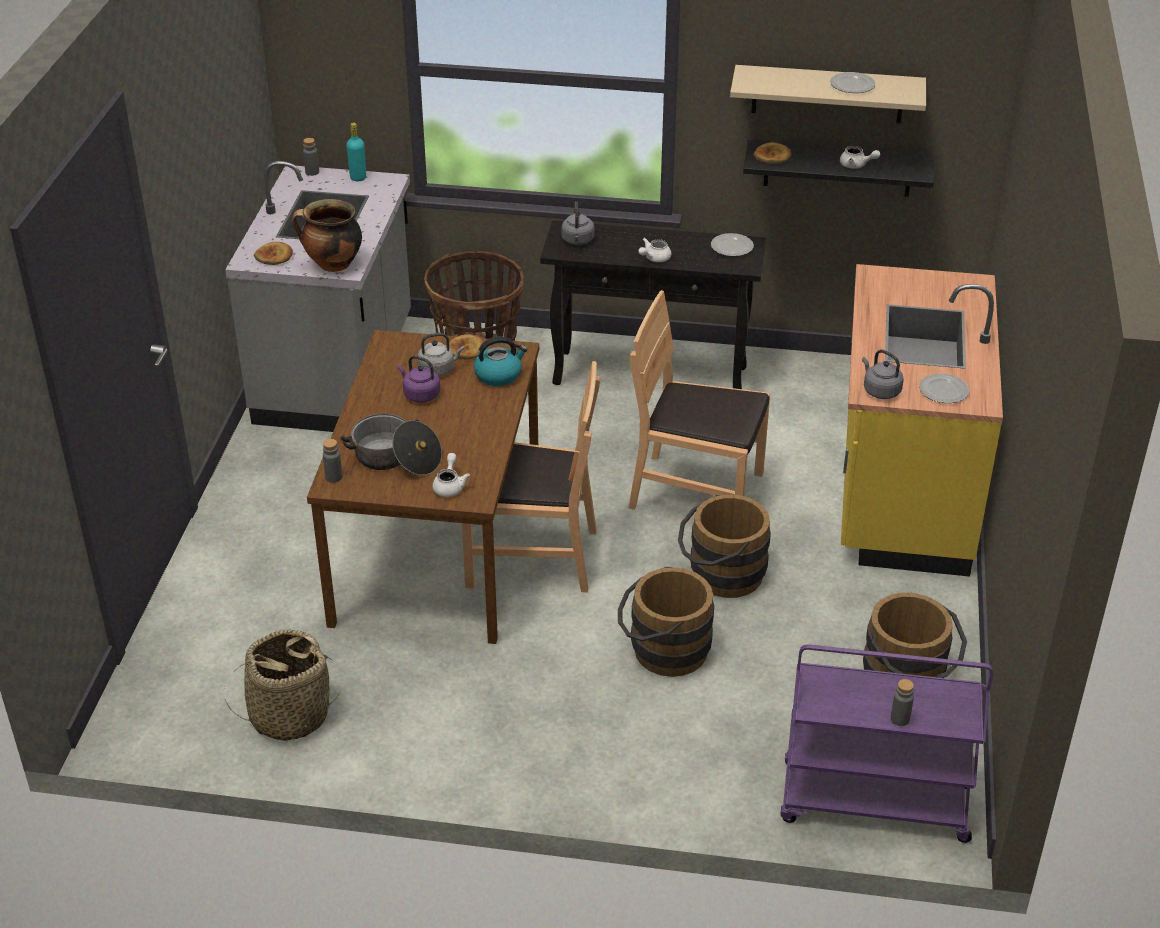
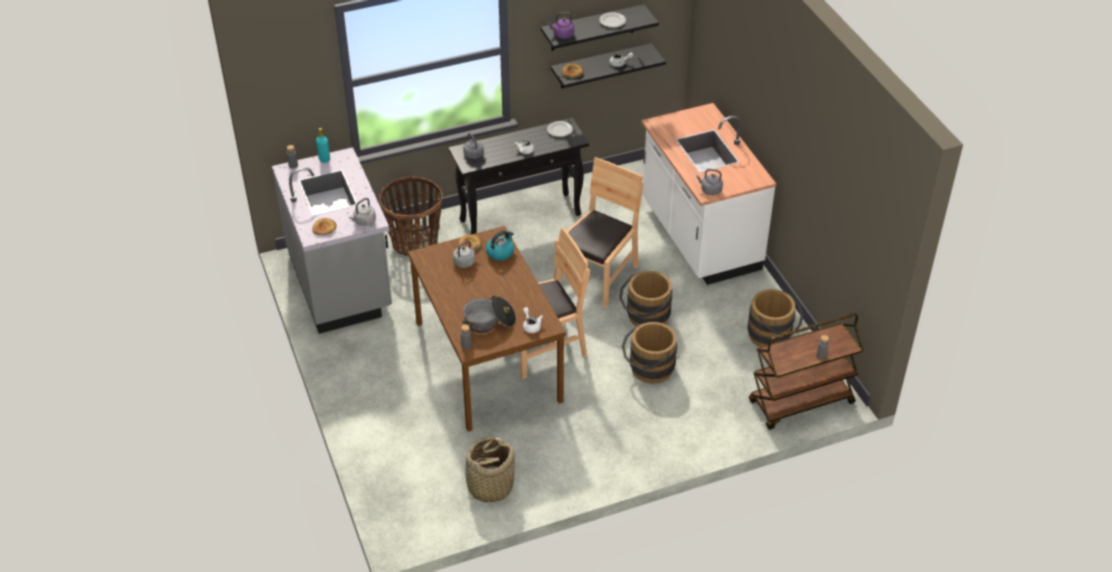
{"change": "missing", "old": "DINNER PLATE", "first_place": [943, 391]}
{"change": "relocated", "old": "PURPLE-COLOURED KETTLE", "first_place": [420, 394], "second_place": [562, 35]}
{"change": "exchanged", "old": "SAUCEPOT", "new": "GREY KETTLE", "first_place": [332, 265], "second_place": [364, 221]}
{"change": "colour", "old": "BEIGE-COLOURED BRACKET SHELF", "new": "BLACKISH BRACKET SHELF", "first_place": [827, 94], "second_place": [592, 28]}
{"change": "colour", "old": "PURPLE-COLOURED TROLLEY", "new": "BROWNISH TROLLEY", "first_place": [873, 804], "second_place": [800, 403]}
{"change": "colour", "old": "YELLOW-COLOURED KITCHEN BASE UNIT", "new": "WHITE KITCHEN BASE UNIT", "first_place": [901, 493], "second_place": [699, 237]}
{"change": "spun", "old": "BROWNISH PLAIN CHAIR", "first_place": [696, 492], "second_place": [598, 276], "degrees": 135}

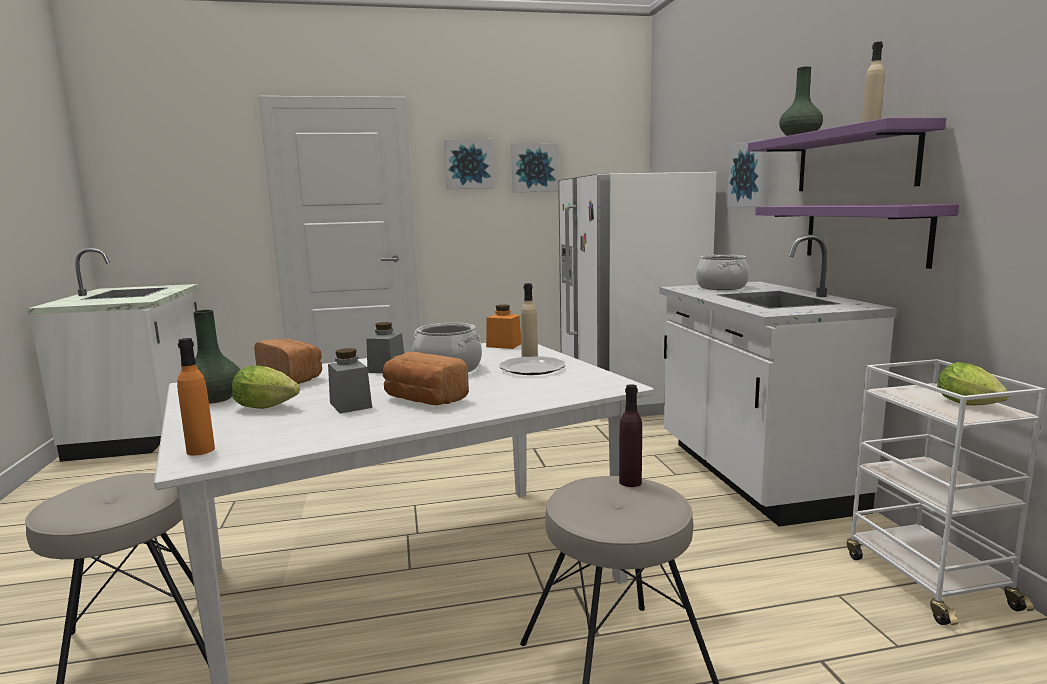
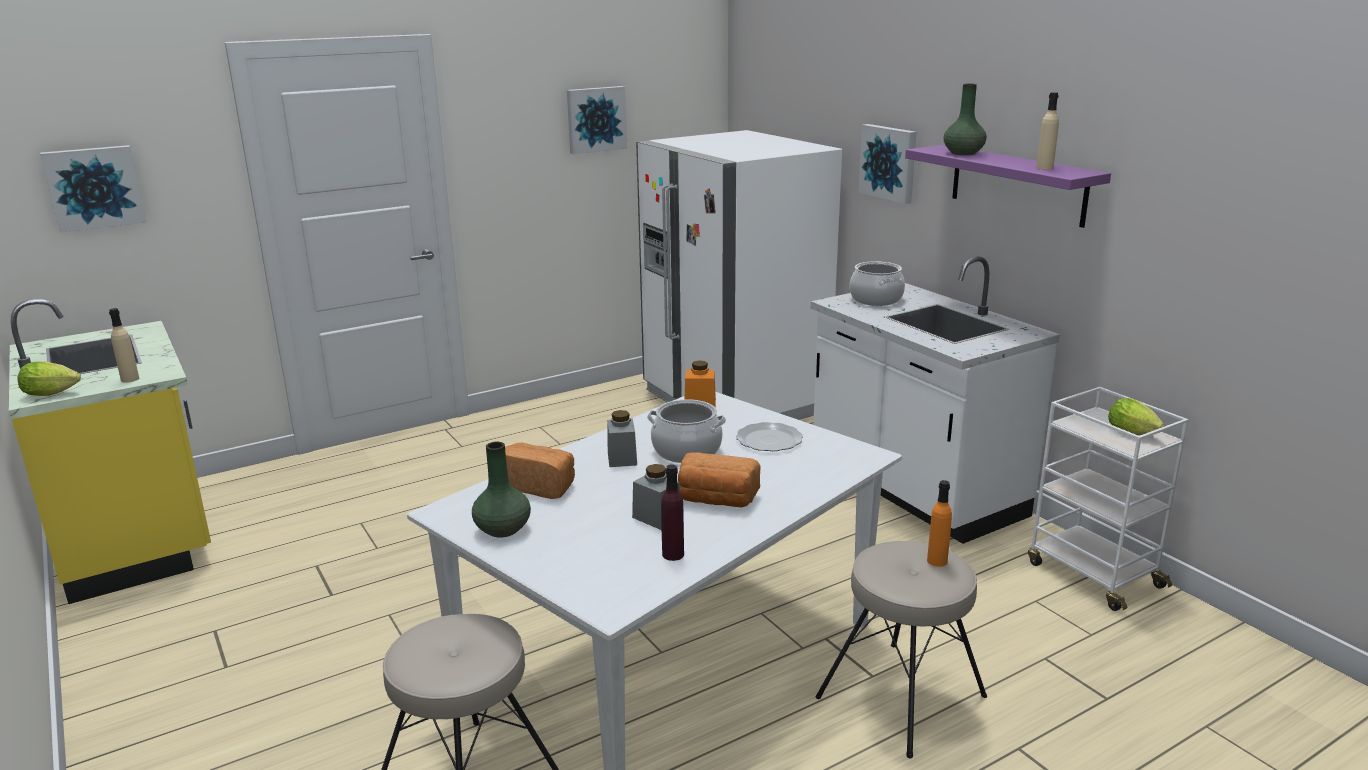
{"change": "missing", "old": "PURPLE-COLOURED BRACKET SHELF", "first_place": [864, 233]}
{"change": "relocated", "old": "ORANGE-COLOURED BEVERAGE BOTTLE", "first_place": [200, 450], "second_place": [937, 561]}
{"change": "relocated", "old": "HEAD OF LETTUCE", "first_place": [269, 407], "second_place": [54, 394]}
{"change": "relocated", "old": "WALL PICTURE", "first_place": [469, 164], "second_place": [94, 187]}
{"change": "relocated", "old": "BEIGE-COLOURED BEVERAGE BOTTLE", "first_place": [529, 356], "second_place": [130, 379]}
{"change": "relocated", "old": "PURPLE-COLOURED BEVERAGE BOTTLE", "first_place": [630, 482], "second_place": [673, 554]}
{"change": "colour", "old": "WHITE KITCHEN BASE UNIT", "new": "YELLOW-COLOURED KITCHEN BASE UNIT", "first_place": [145, 431], "second_place": [138, 538]}

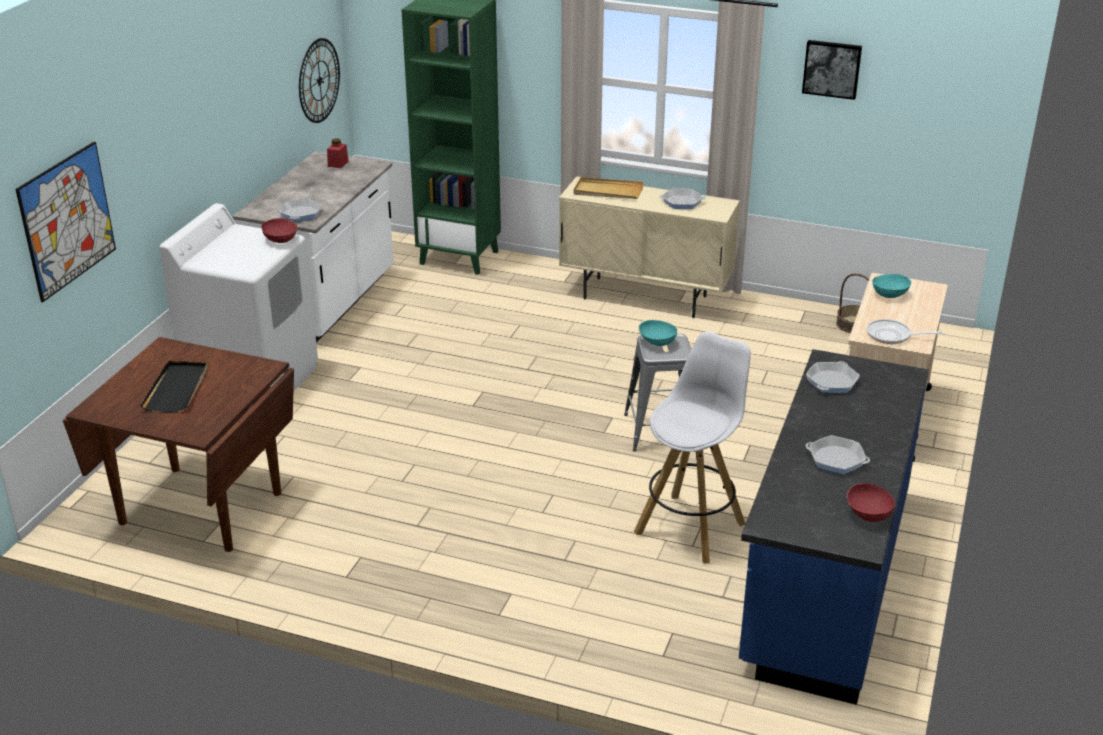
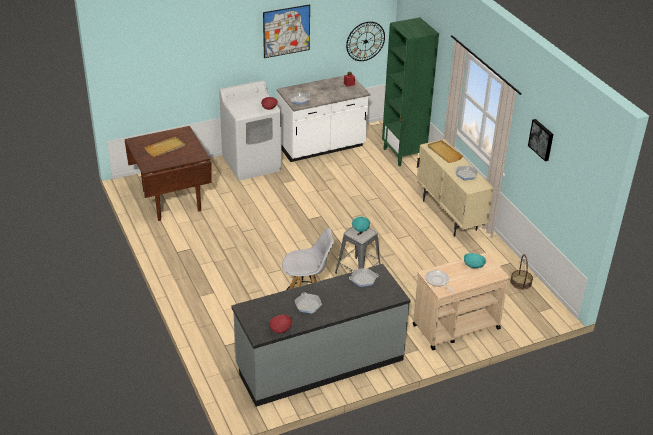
{"change": "relocated", "old": "WALL PICTURE", "first_place": [67, 220], "second_place": [286, 31]}
{"change": "colour", "old": "BLACKISH CARRYING TRAY", "new": "BEIGE-COLOURED CARRYING TRAY", "first_place": [177, 389], "second_place": [165, 148]}
{"change": "colour", "old": "BLUISH KITCHEN BASE UNIT", "new": "GREY KITCHEN BASE UNIT", "first_place": [824, 579], "second_place": [319, 363]}

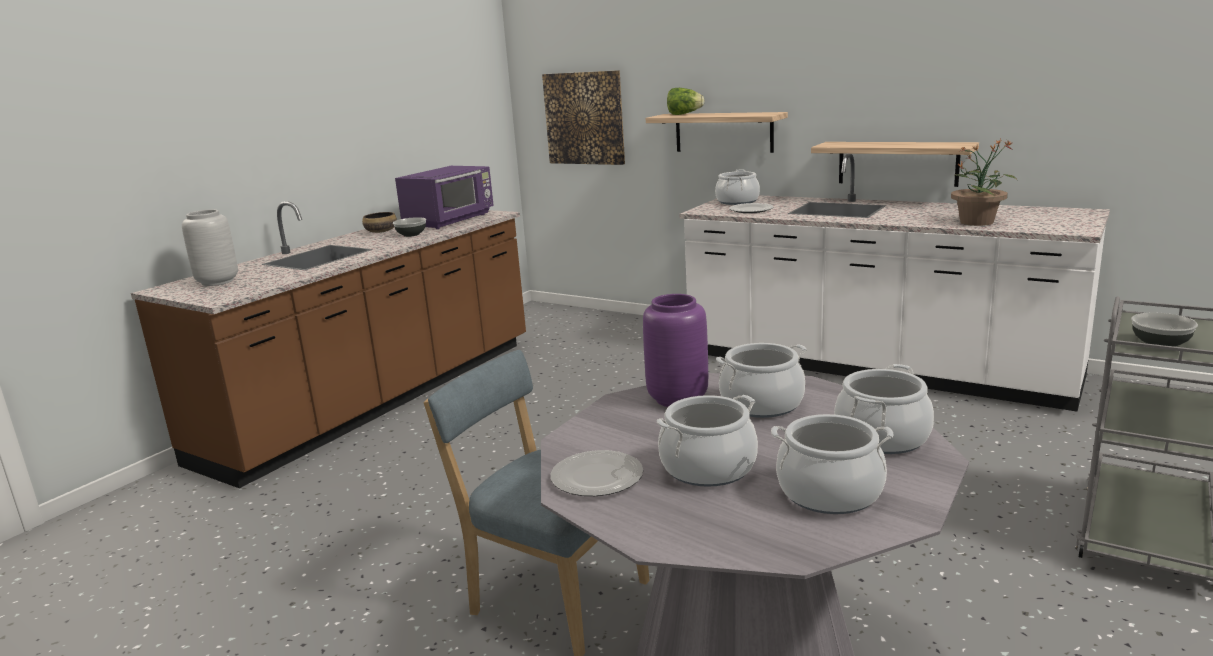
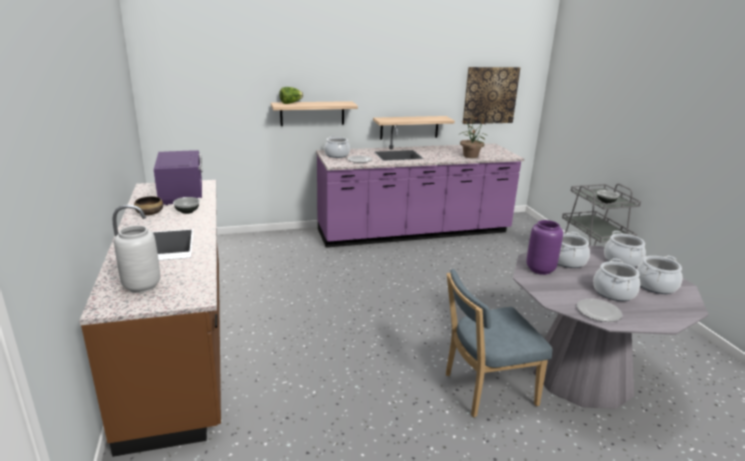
{"change": "relocated", "old": "WALL PICTURE", "first_place": [584, 118], "second_place": [490, 95]}
{"change": "colour", "old": "WHITE KITCHEN BASE UNIT", "new": "PURPLE-COLOURED KITCHEN BASE UNIT", "first_place": [874, 367], "second_place": [414, 232]}

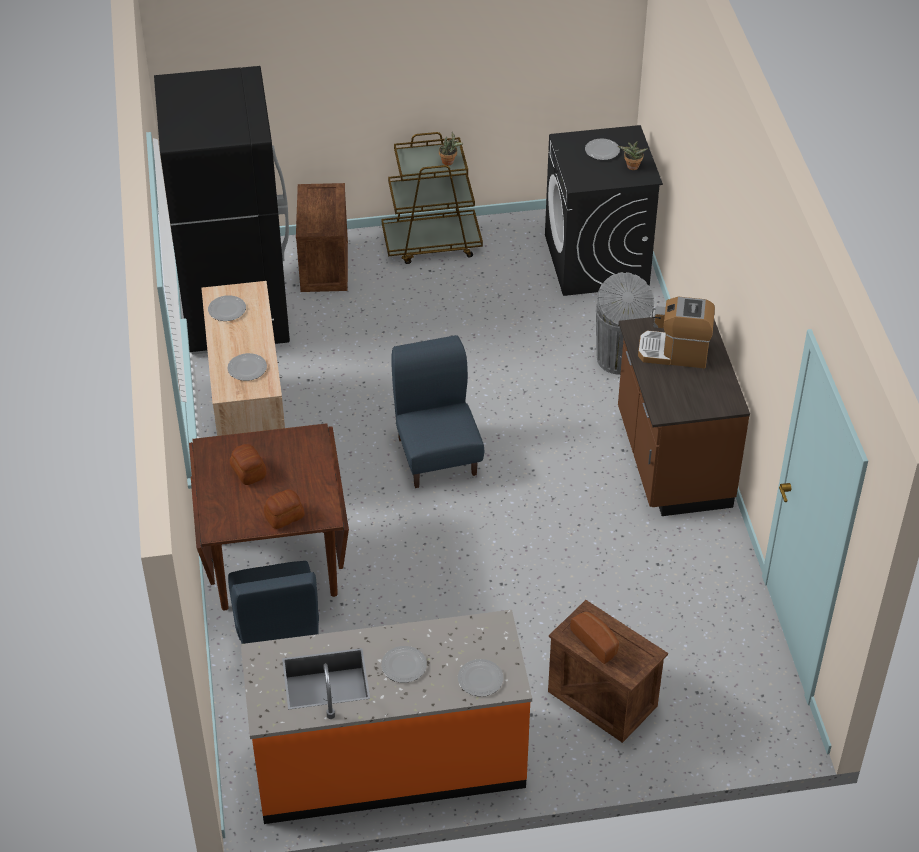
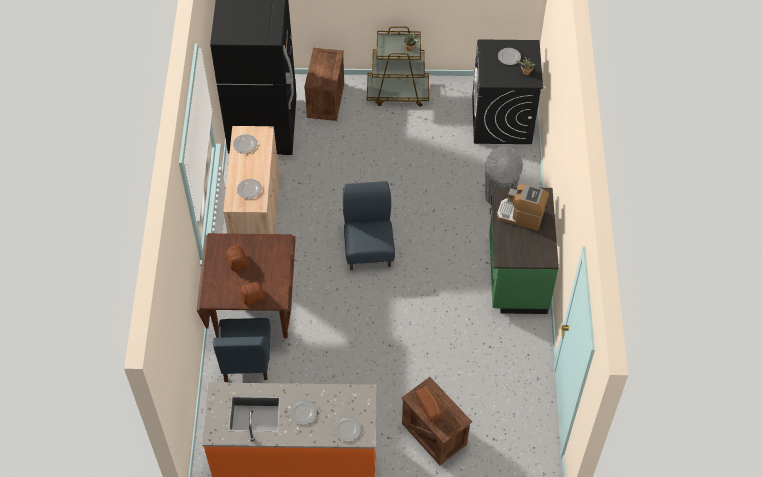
{"change": "colour", "old": "BROWNISH KITCHEN BASE UNIT", "new": "GREEN KITCHEN BASE UNIT", "first_place": [671, 461], "second_place": [516, 274]}

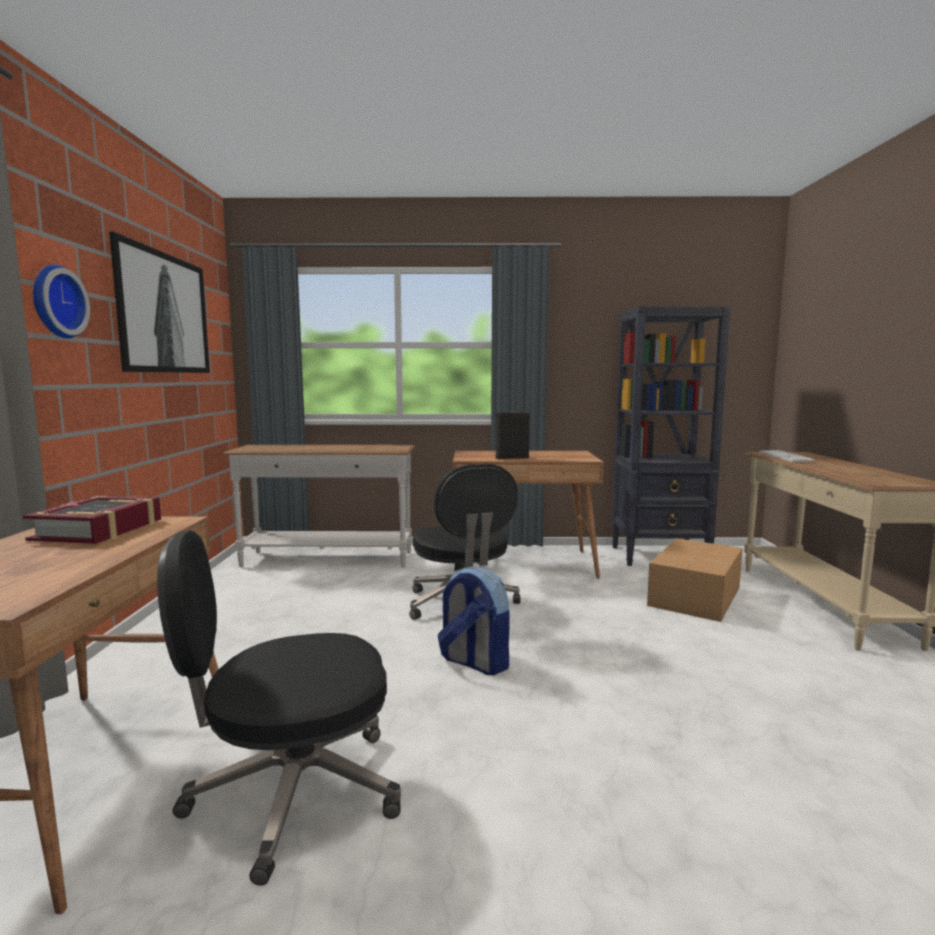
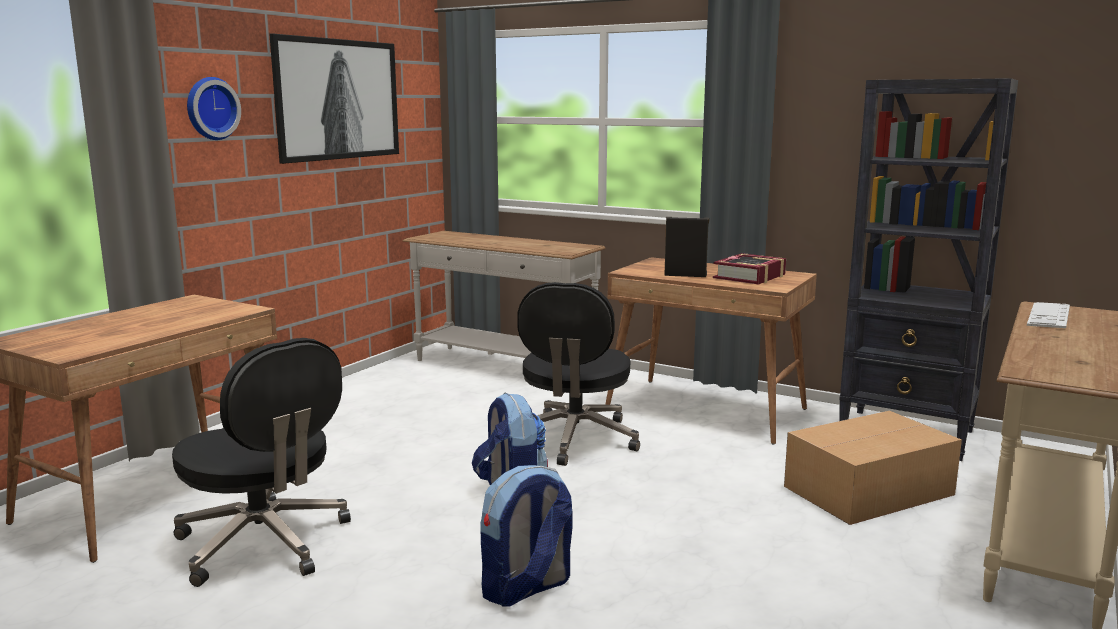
{"change": "appeared", "new": "RUCKSACK", "second_place": [526, 588]}
{"change": "relocated", "old": "BOOK", "first_place": [99, 530], "second_place": [750, 276]}
{"change": "spun", "old": "BLACKISH DESK CHAIR", "first_place": [291, 792], "second_place": [265, 543], "degrees": -150}

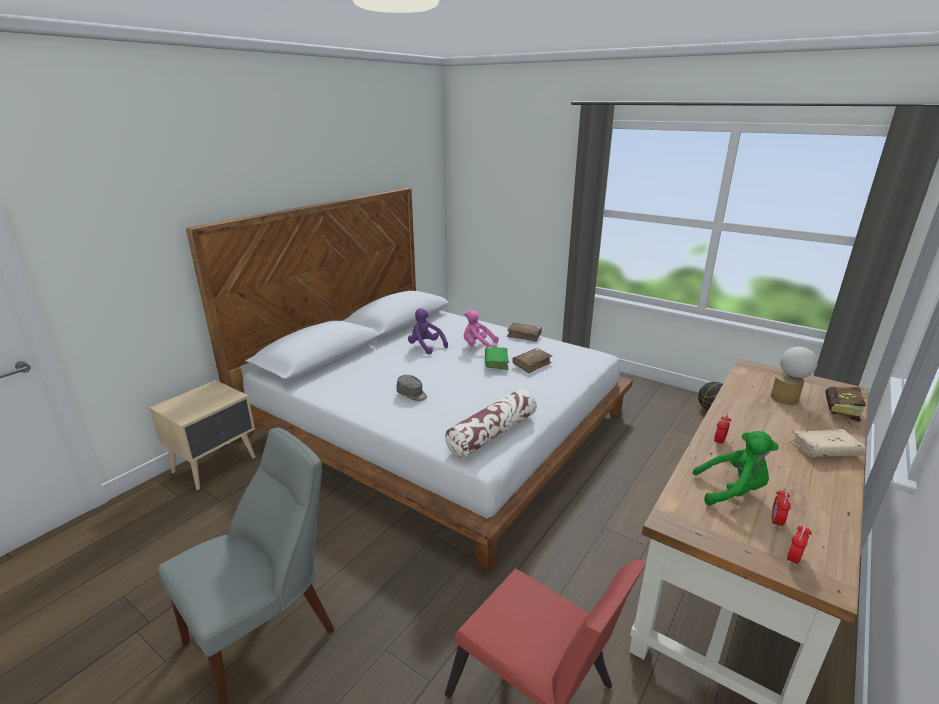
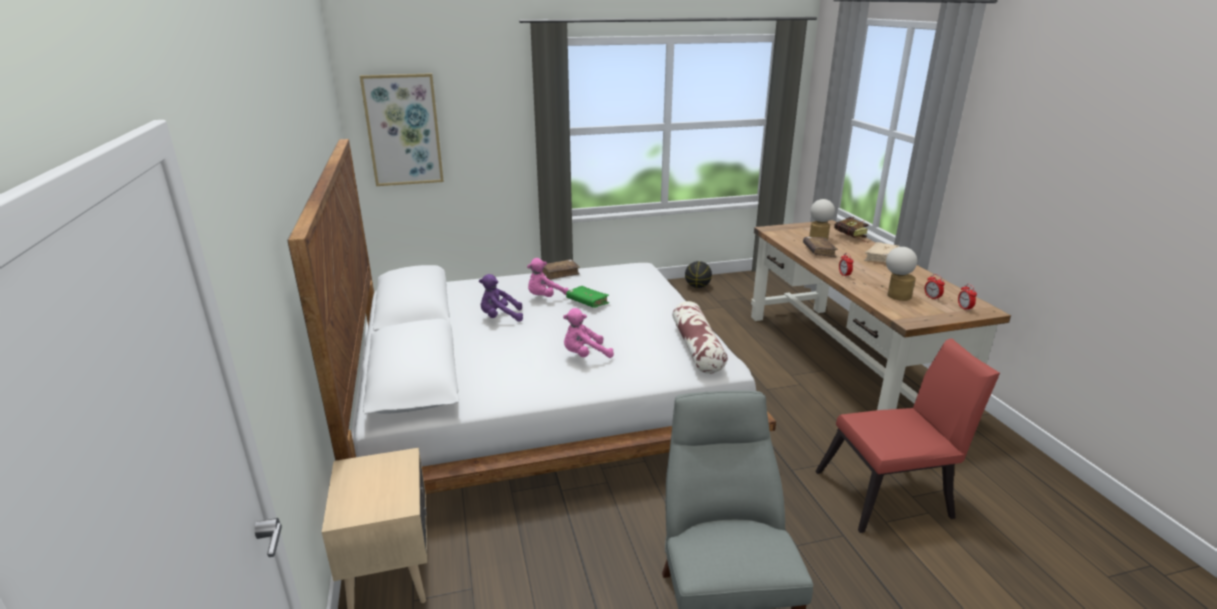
{"change": "appeared", "new": "WALL PICTURE", "second_place": [403, 130]}
{"change": "relocated", "old": "BROWNISH BOOK", "first_place": [532, 364], "second_place": [819, 251]}
{"change": "exchanged", "old": "GREY PEAKED CAP", "new": "PINK SOFT TOY", "first_place": [412, 394], "second_place": [584, 355]}
{"change": "exchanged", "old": "GREEN SOFT TOY", "new": "TABLE LAMP", "first_place": [732, 491], "second_place": [896, 294]}

